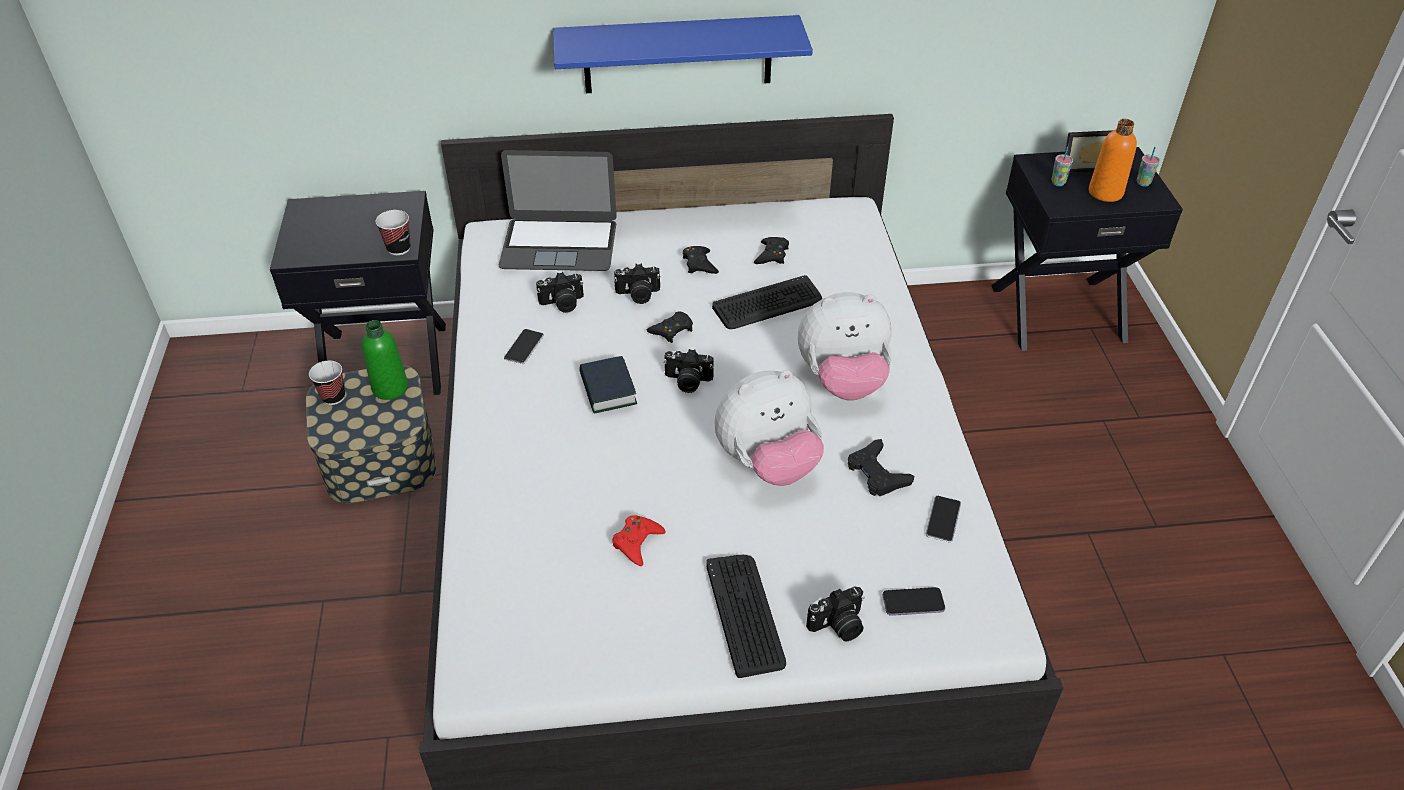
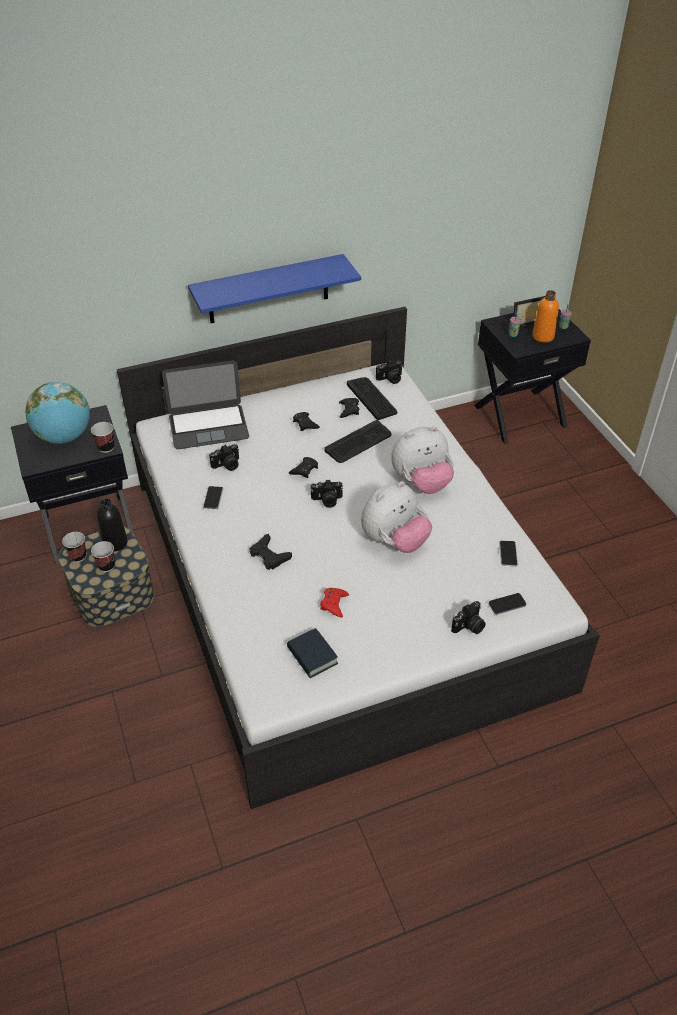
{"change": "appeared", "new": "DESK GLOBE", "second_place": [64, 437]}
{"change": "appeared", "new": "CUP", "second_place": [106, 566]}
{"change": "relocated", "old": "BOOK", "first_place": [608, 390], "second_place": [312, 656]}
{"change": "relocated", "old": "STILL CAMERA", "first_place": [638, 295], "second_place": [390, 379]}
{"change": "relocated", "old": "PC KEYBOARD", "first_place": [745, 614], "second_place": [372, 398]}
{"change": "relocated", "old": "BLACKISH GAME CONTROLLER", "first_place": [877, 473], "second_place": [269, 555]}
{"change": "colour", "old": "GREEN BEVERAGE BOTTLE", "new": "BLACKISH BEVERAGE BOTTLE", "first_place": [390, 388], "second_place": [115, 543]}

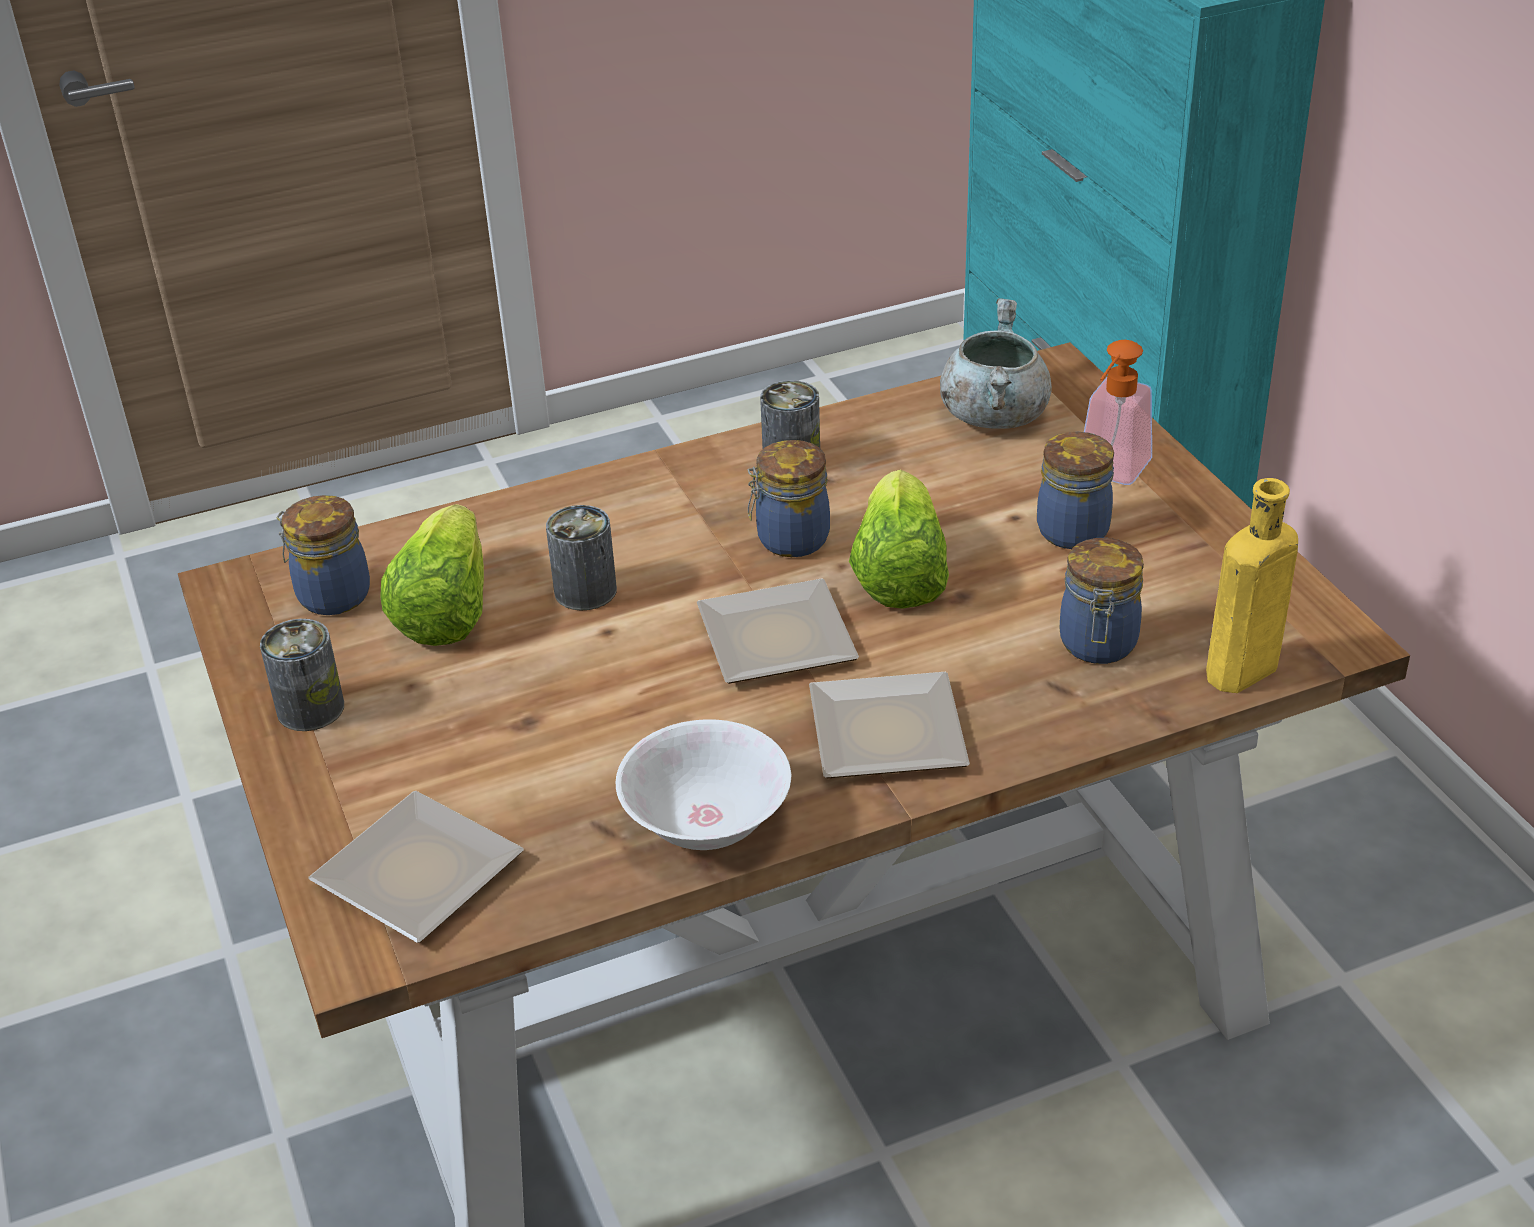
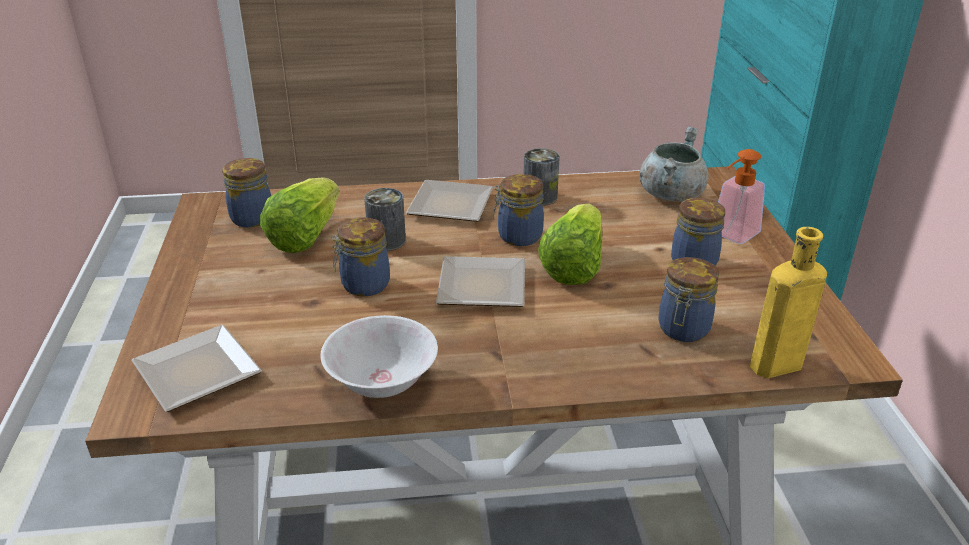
{"change": "missing", "old": "SEALED CAN", "first_place": [310, 709]}
{"change": "appeared", "new": "STORAGE JAR", "second_place": [363, 285]}
{"change": "relocated", "old": "DINNER PLATE", "first_place": [893, 736], "second_place": [452, 207]}

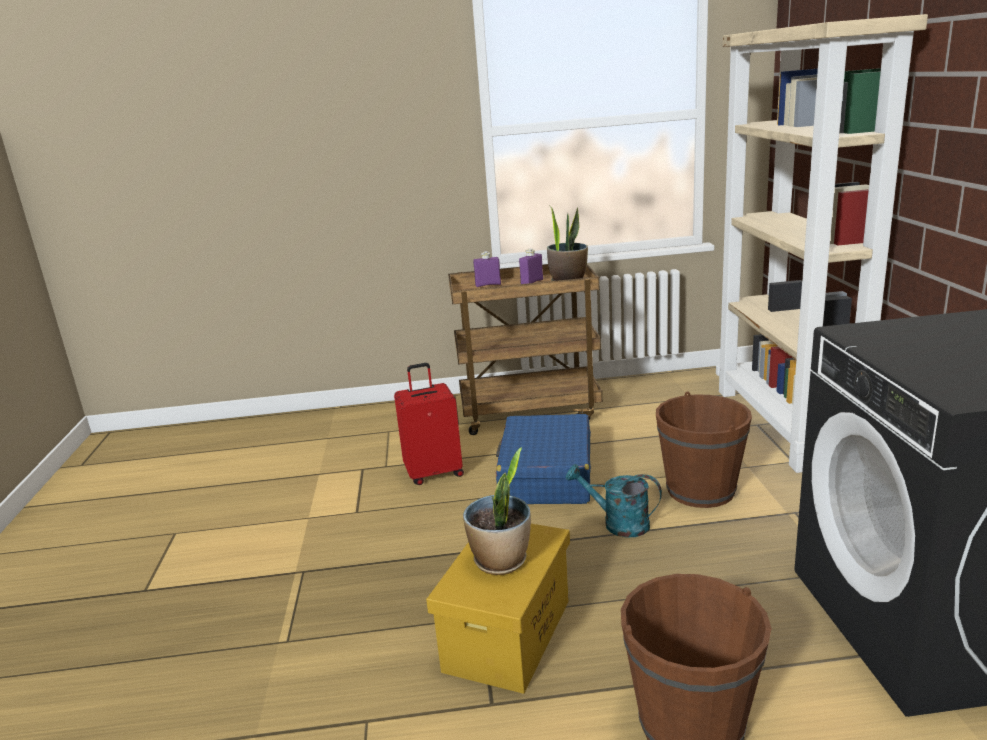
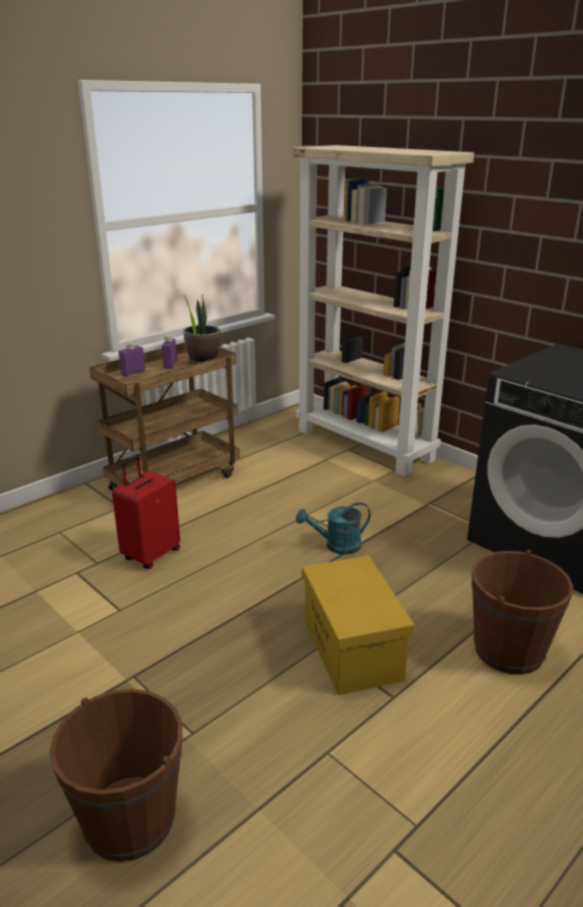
{"change": "missing", "old": "HOUSEPLANT", "first_place": [501, 561]}
{"change": "missing", "old": "BLUISH SUITCASE", "first_place": [546, 476]}
{"change": "relocated", "old": "BROWNISH BUCKET", "first_place": [700, 490], "second_place": [130, 820]}

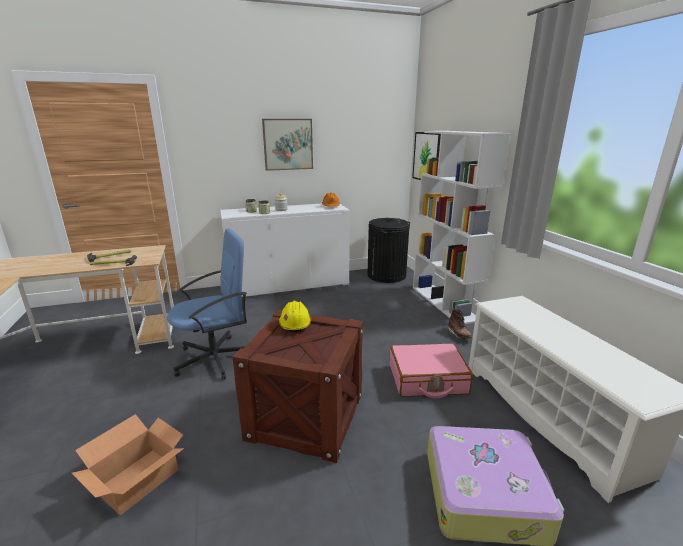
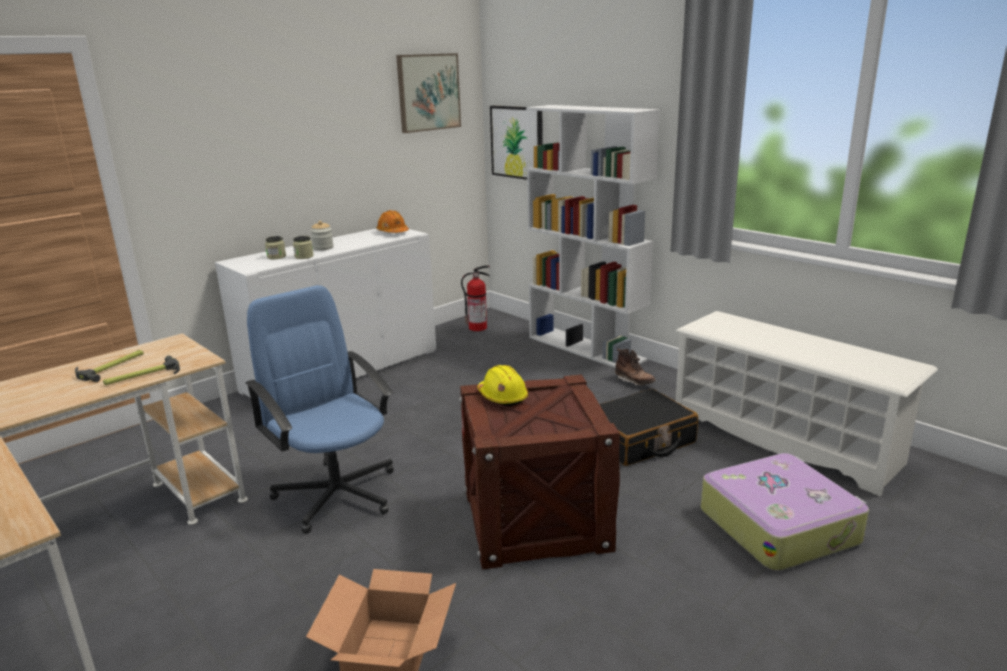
{"change": "relocated", "old": "WALL PICTURE", "first_place": [288, 144], "second_place": [428, 92]}
{"change": "exchanged", "old": "BLACKISH RUBBISH BIN", "new": "FIRE EXTINGUISHER", "first_place": [386, 275], "second_place": [478, 328]}
{"change": "colour", "old": "PINK SUITCASE", "new": "BLACKISH SUITCASE", "first_place": [427, 379], "second_place": [639, 440]}
{"change": "spun", "old": "BLUISH DESK CHAIR", "first_place": [216, 358], "second_place": [336, 493], "degrees": -75}

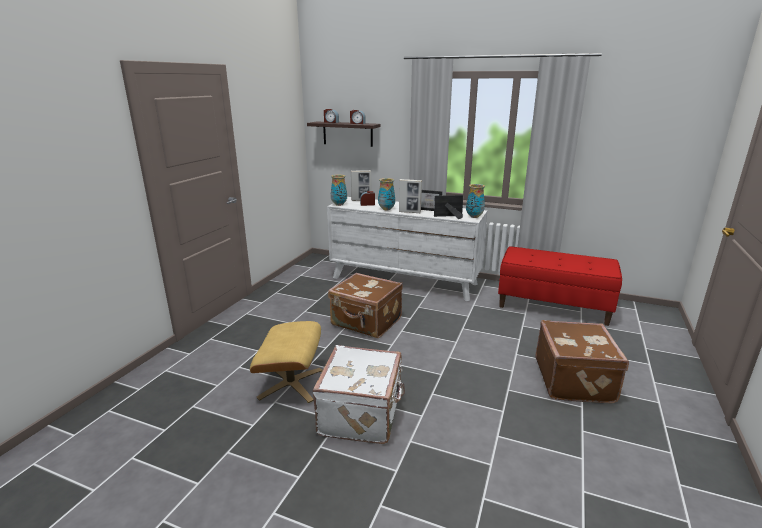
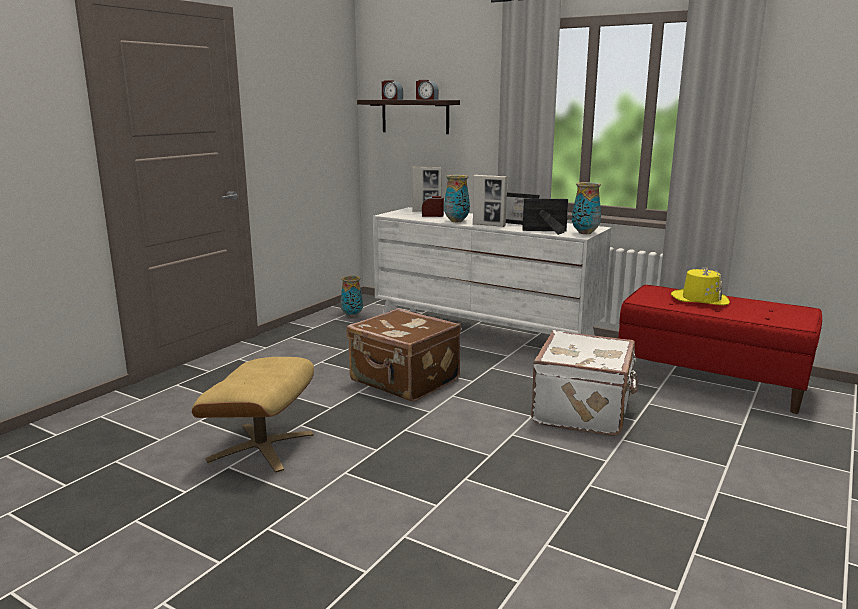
{"change": "missing", "old": "BROWNISH SUITCASE", "first_place": [575, 380]}
{"change": "appeared", "new": "YELLOW-COLOURED CLOTHING HAT", "second_place": [700, 299]}
{"change": "relocated", "old": "WHITE SUITCASE", "first_place": [362, 414], "second_place": [584, 411]}
{"change": "relocated", "old": "FLOWER VASE", "first_place": [339, 204], "second_place": [352, 315]}

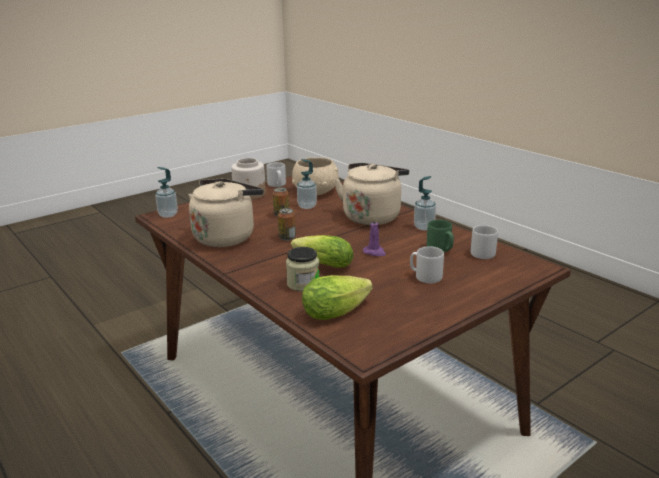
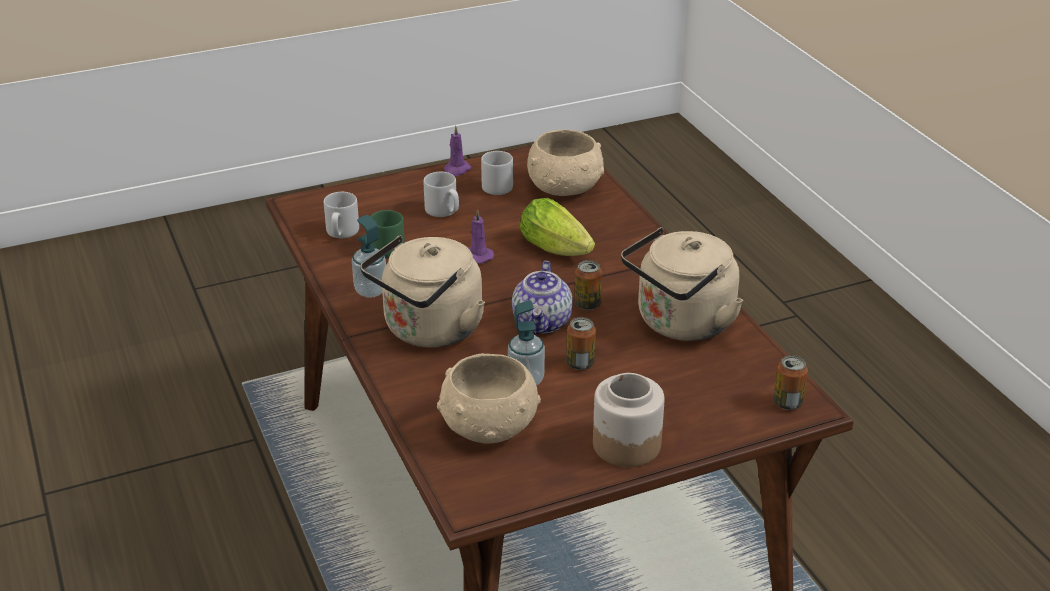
{"change": "missing", "old": "STORAGE JAR", "first_place": [303, 284]}
{"change": "appeared", "new": "PURPLE-COLOURED CANDLE", "second_place": [456, 170]}
{"change": "appeared", "new": "TEAPOT", "second_place": [543, 322]}
{"change": "relocated", "old": "GREY TEA MUG", "first_place": [277, 185], "second_place": [497, 185]}
{"change": "exchanged", "old": "SOAP BOTTLE", "new": "SEALED CAN", "first_place": [168, 215], "second_place": [787, 403]}
{"change": "exchanged", "old": "HEAD OF LETTUCE", "new": "BEIGE-COLOURED BOWL", "first_place": [339, 310], "second_place": [565, 188]}

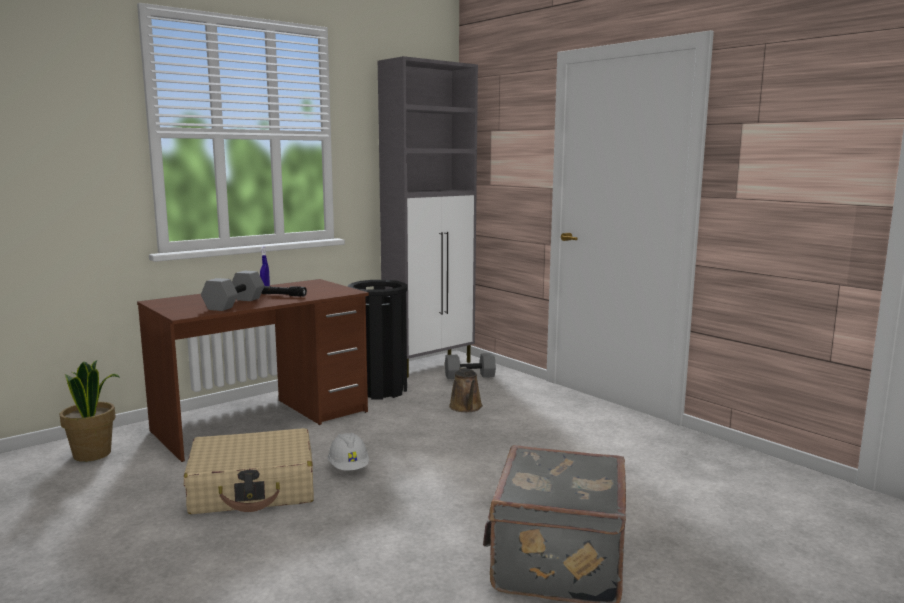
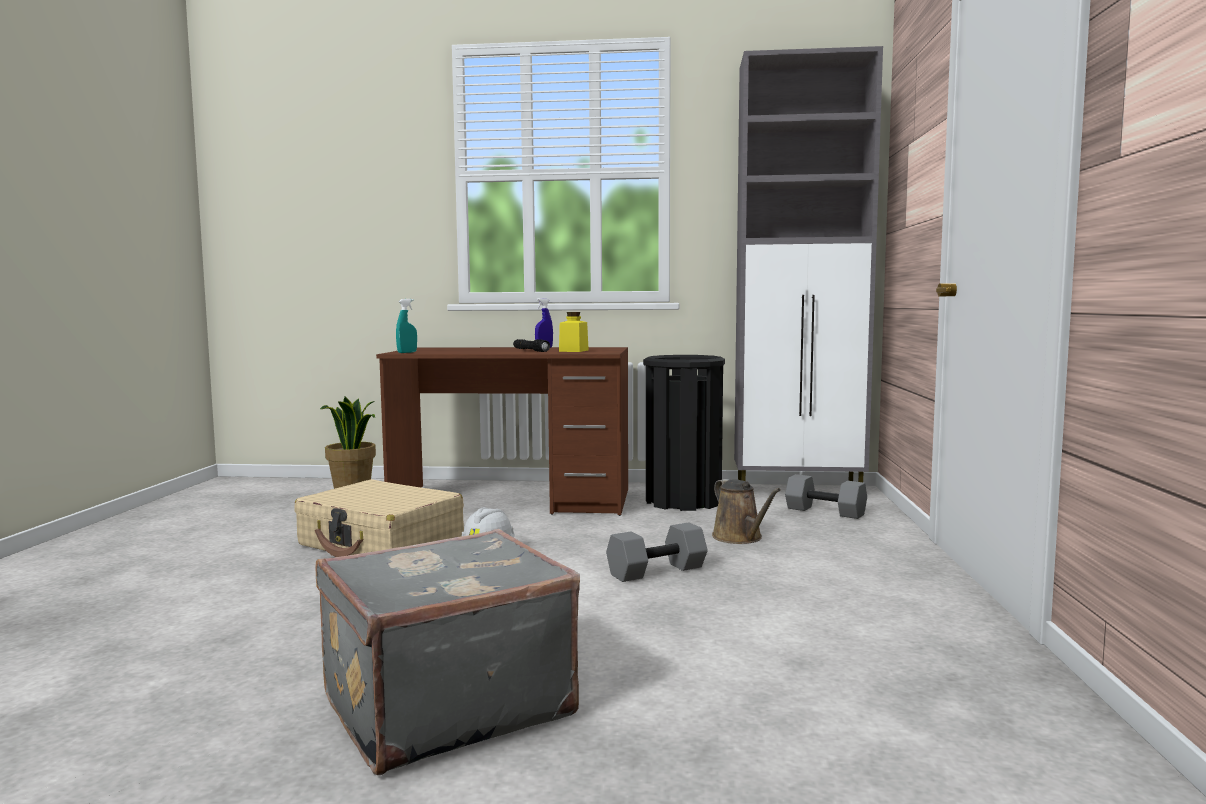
{"change": "appeared", "new": "TURQUOISE SPRAYER", "second_place": [407, 352]}
{"change": "appeared", "new": "YELLOW-COLOURED STORAGE JAR", "second_place": [573, 351]}
{"change": "relocated", "old": "GREY HAND WEIGHT", "first_place": [234, 303], "second_place": [657, 570]}
{"change": "spun", "old": "BROWNISH WATERING CAN", "first_place": [466, 407], "second_place": [740, 538], "degrees": -60}

